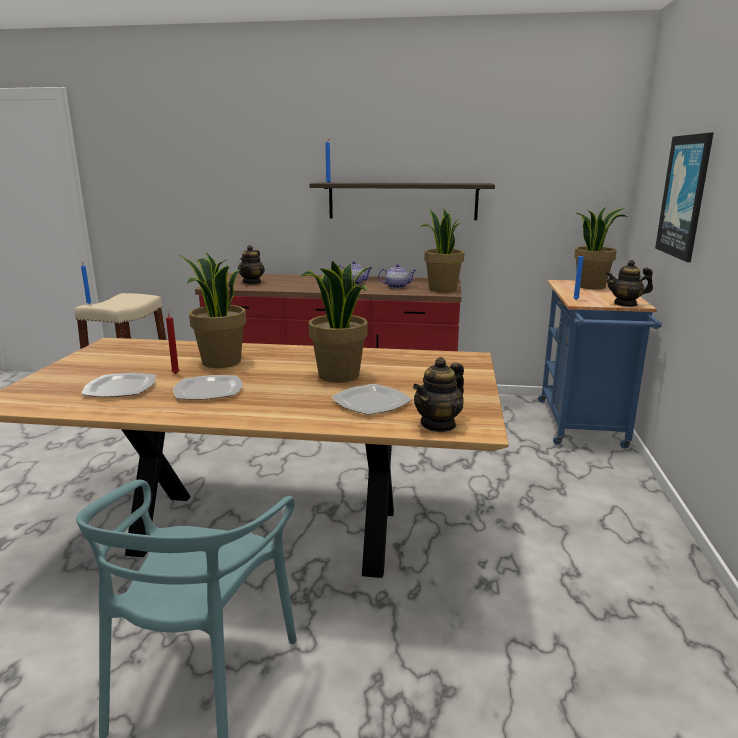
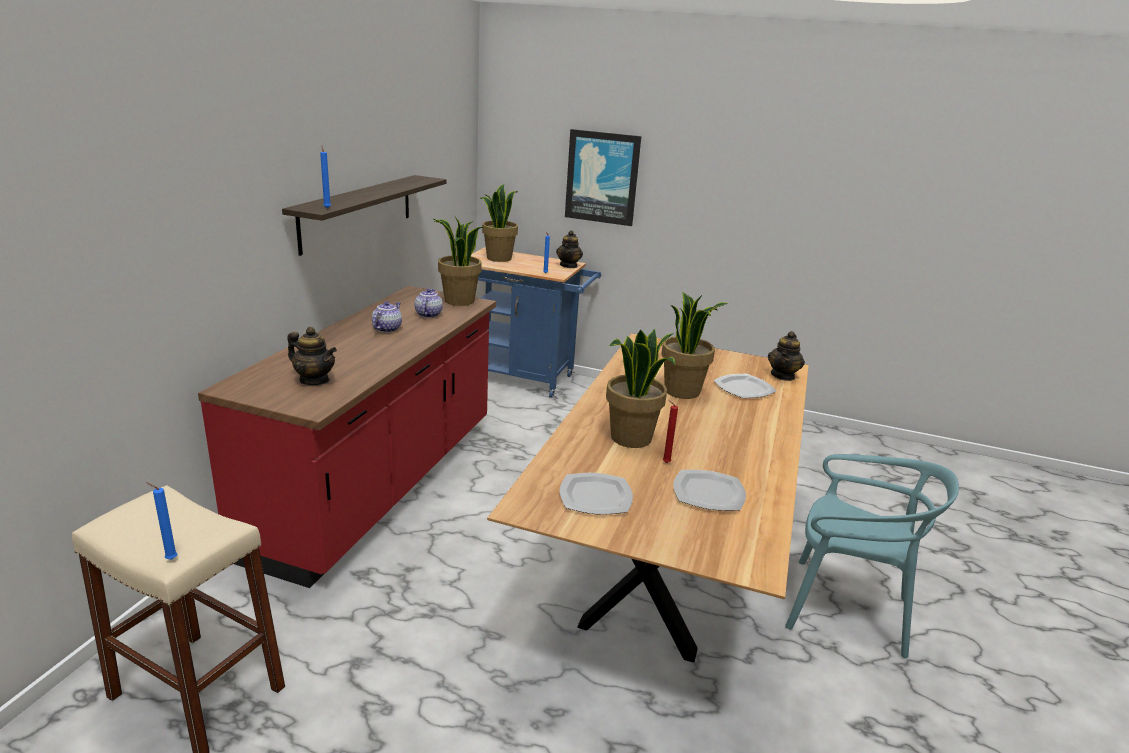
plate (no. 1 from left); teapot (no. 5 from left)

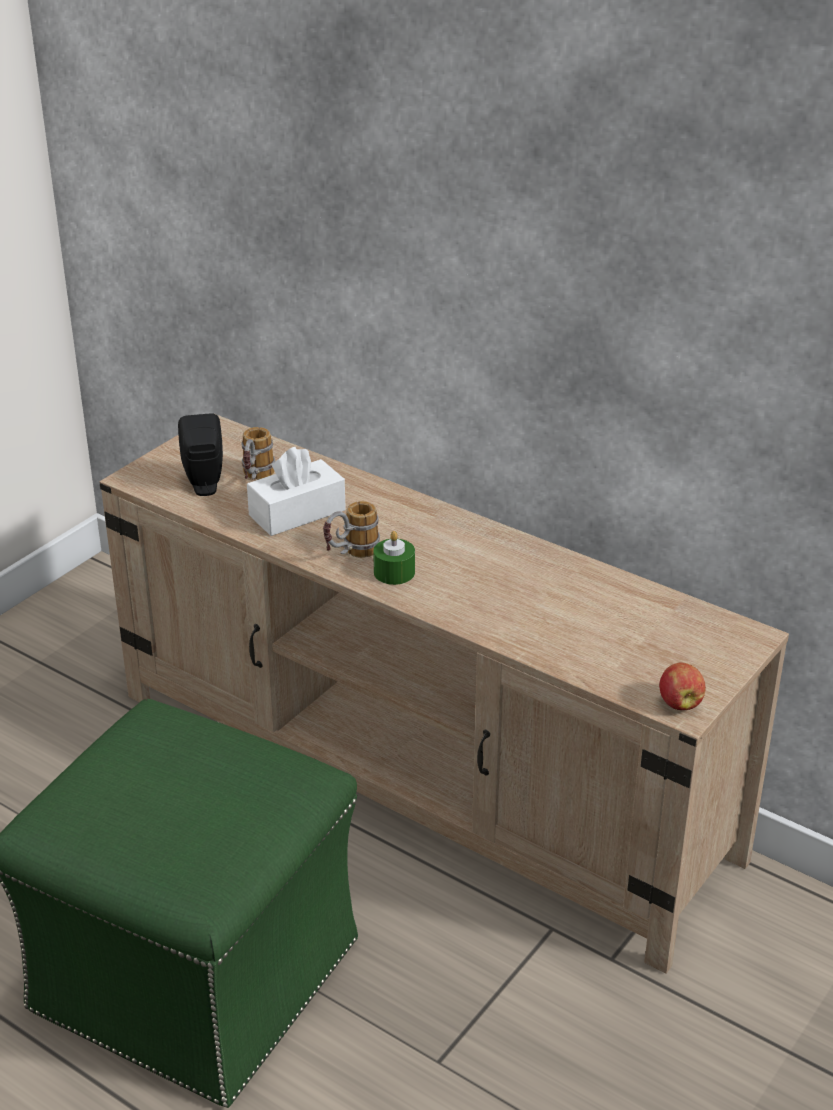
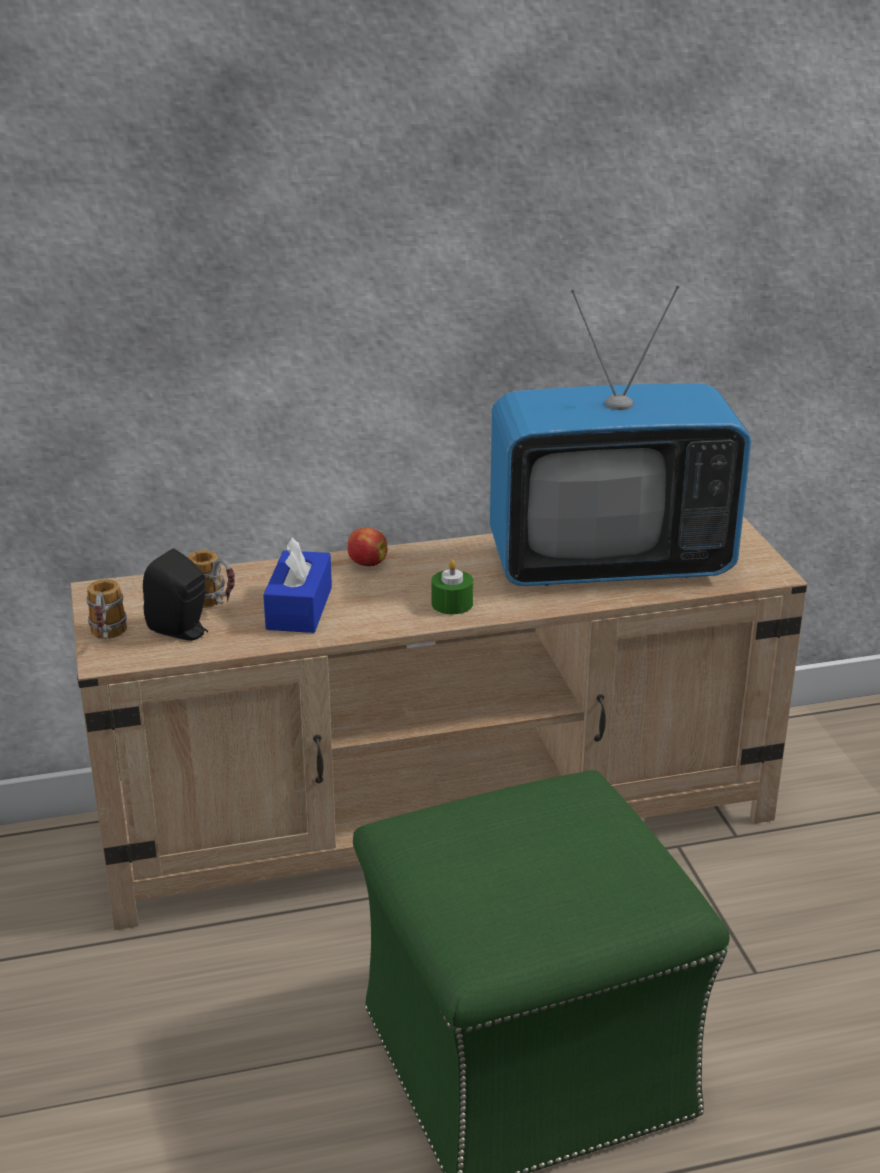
television; mug (no. 1 from left); apple; blue tissue box

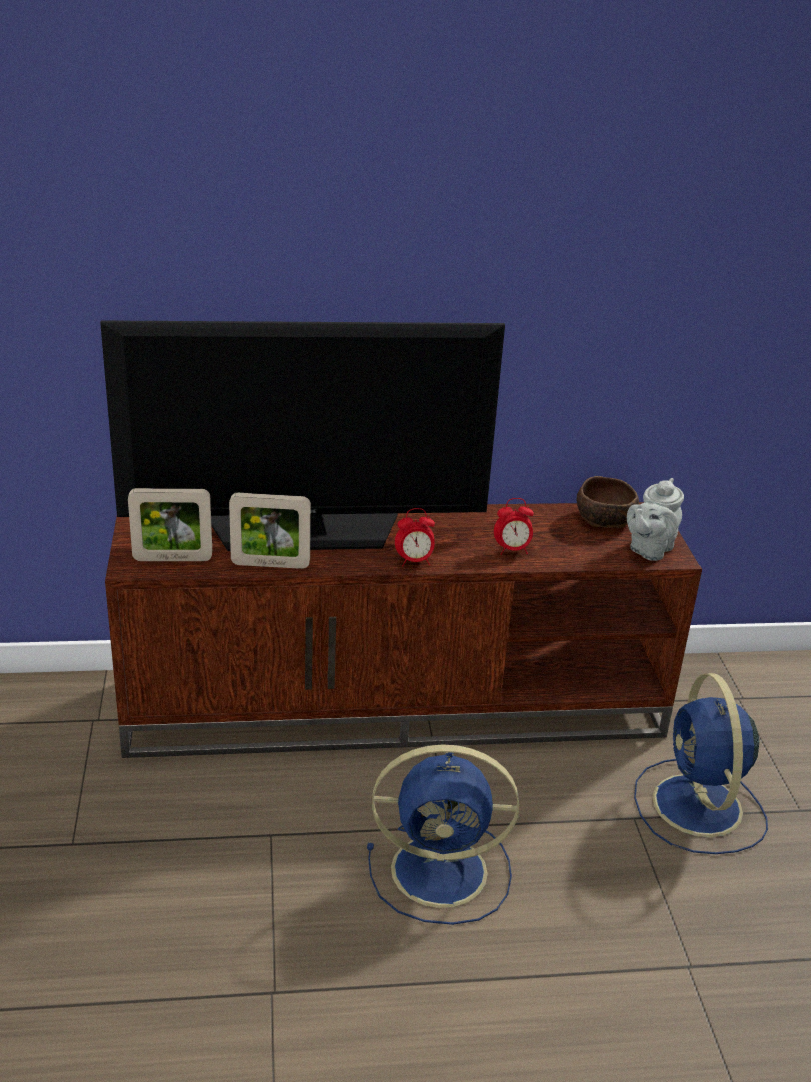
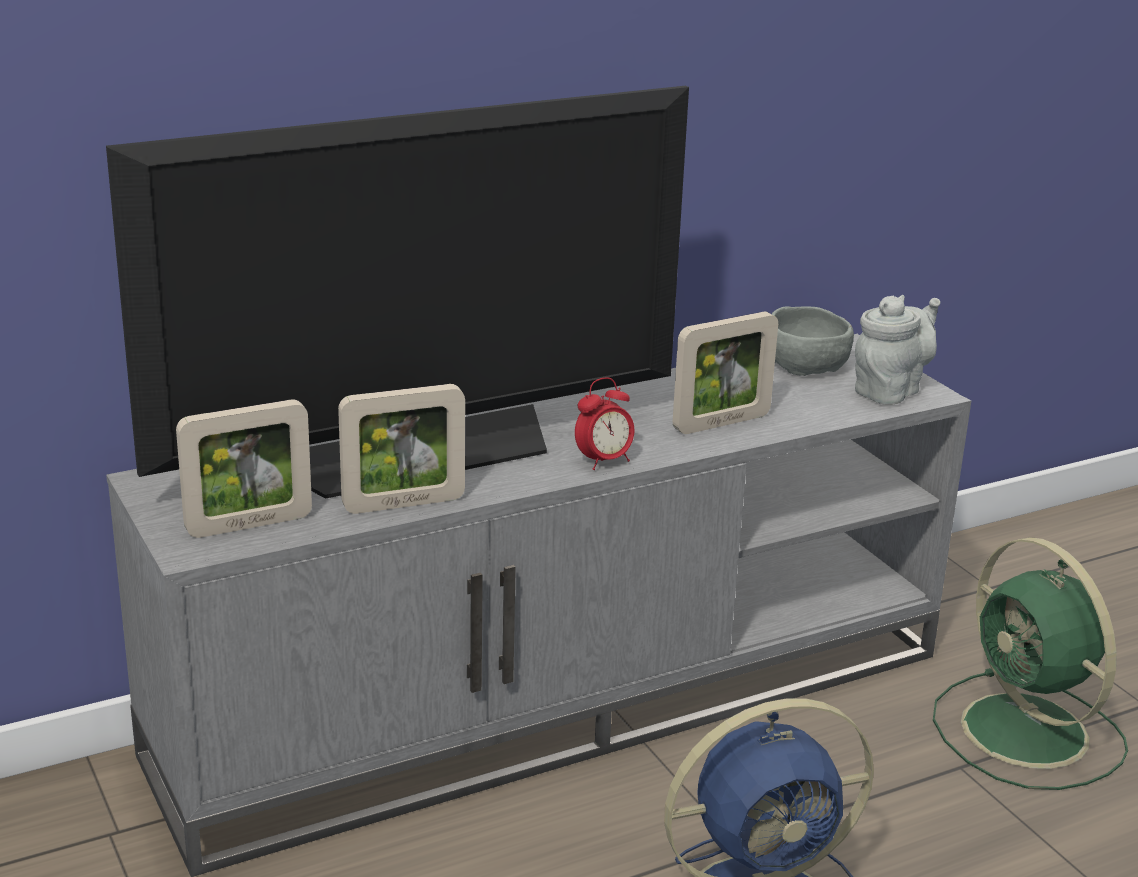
picture frame (no. 3 from left); grey tv stand; grey bowl; green fan; grey teapot

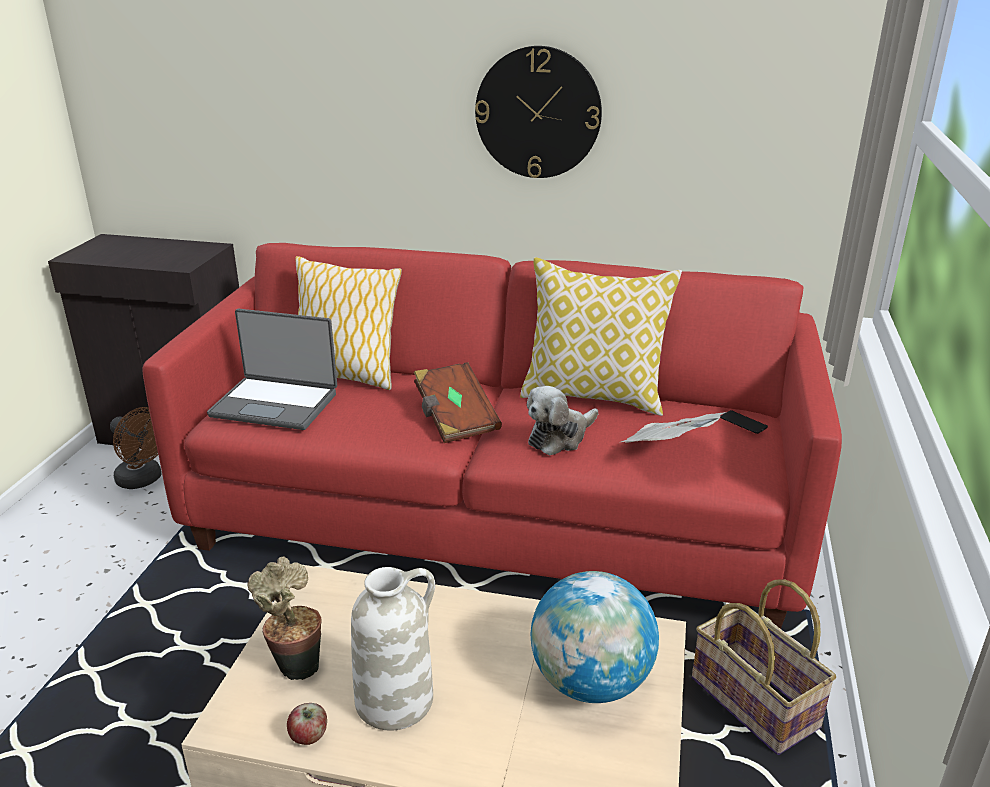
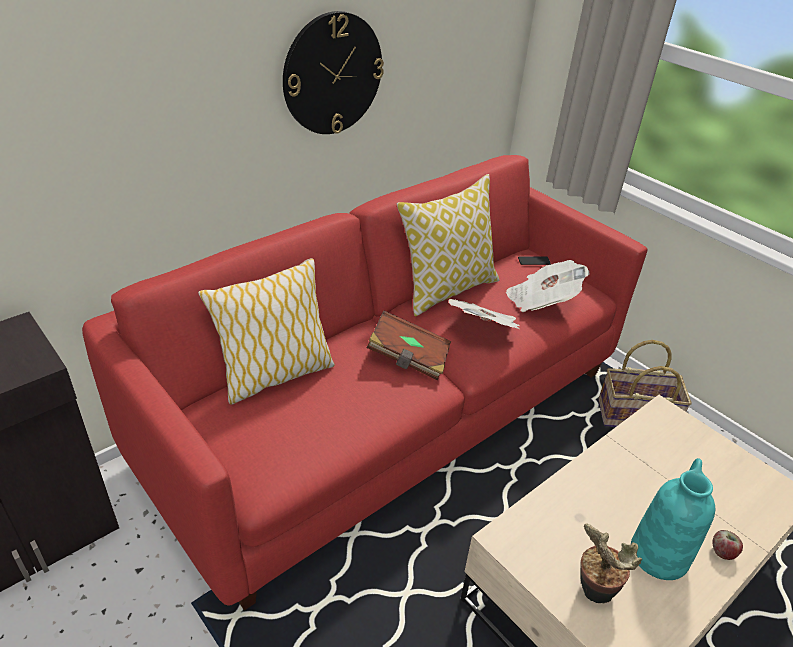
brown fan; laptop; globe; apple; newspaper (no. 1 from left); turquoise vase

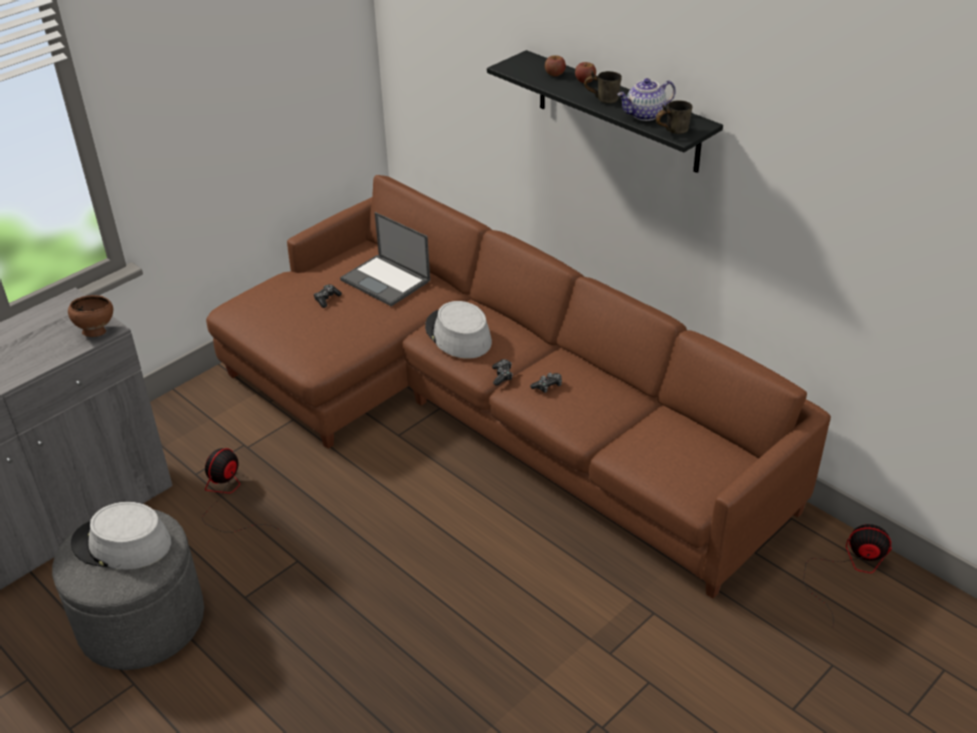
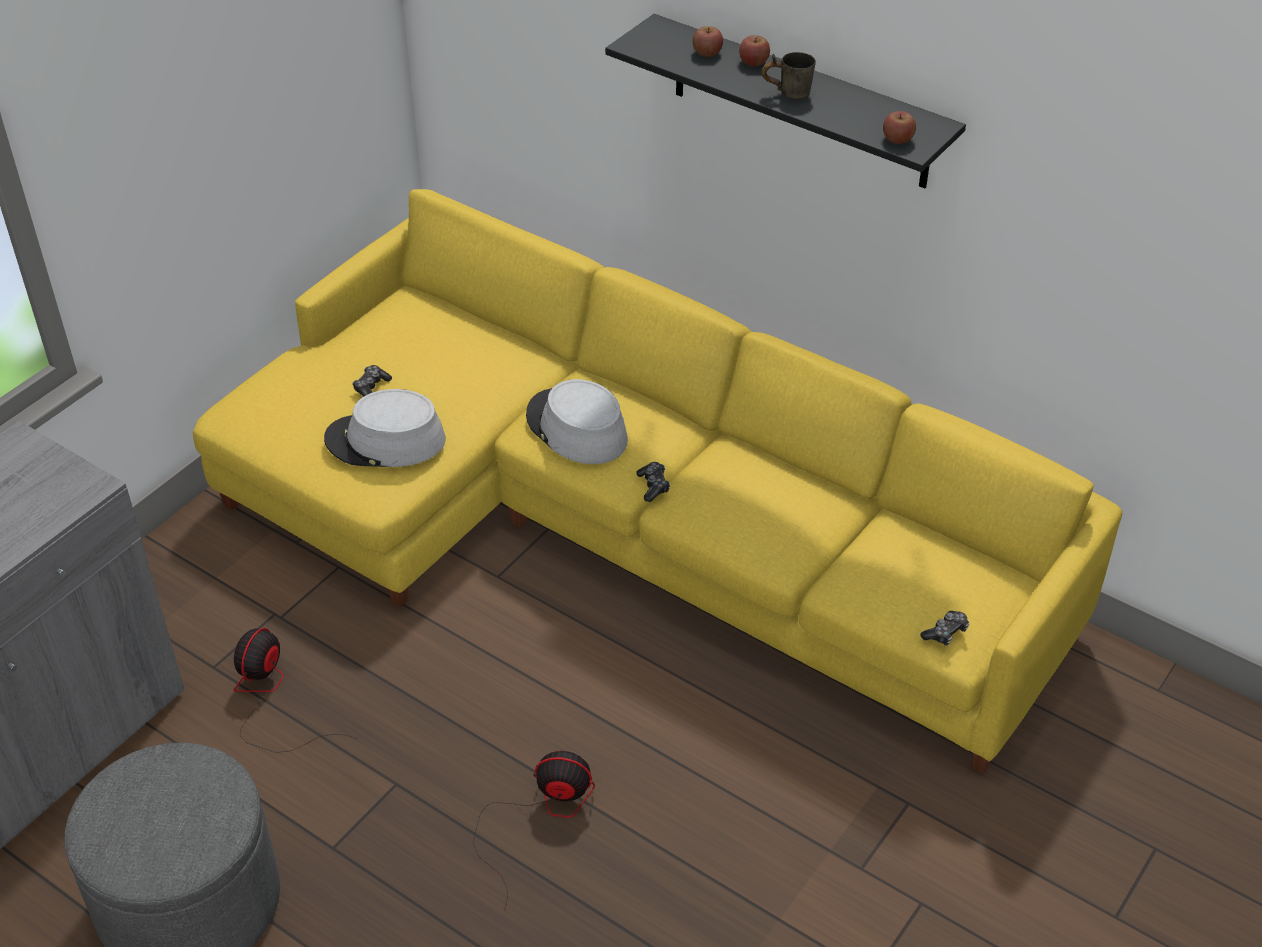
brown bowl; laptop; teapot; grey hat (no. 1 from left); game controller (no. 3 from left); fan (no. 2 from left); apple (no. 3 from left); yellow sofa

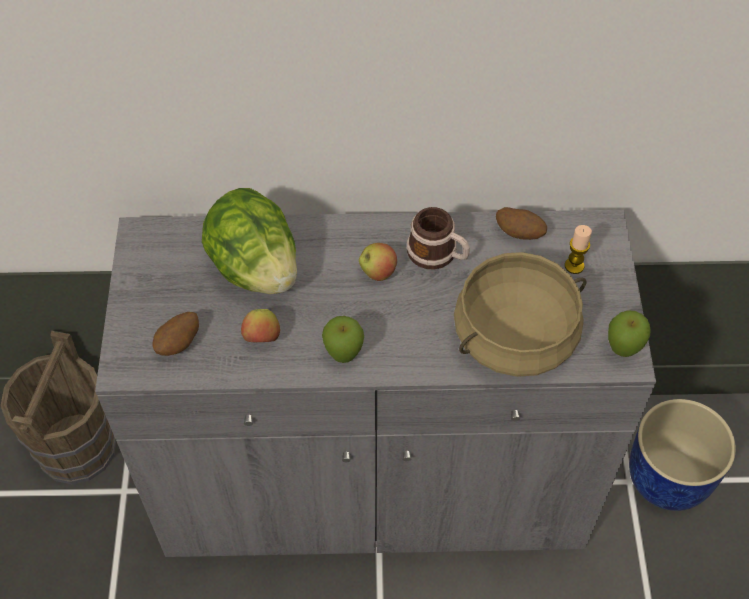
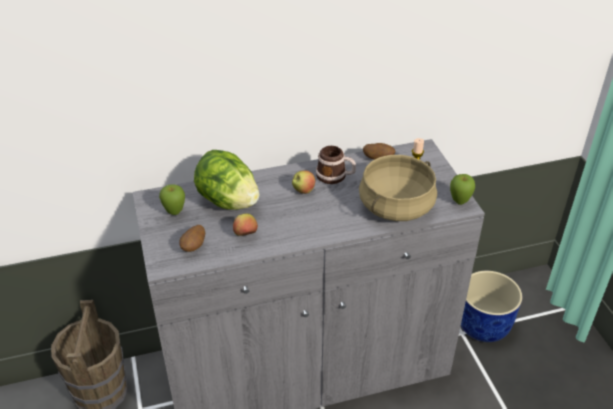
apple (no. 1 from left)

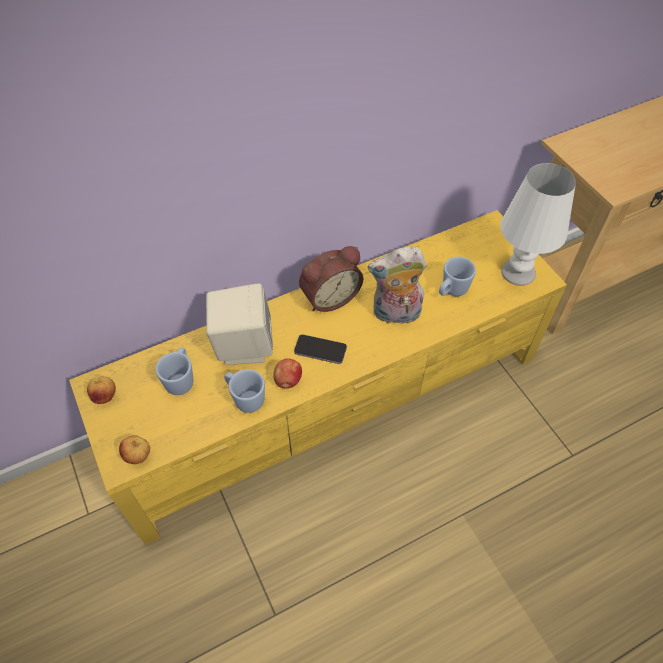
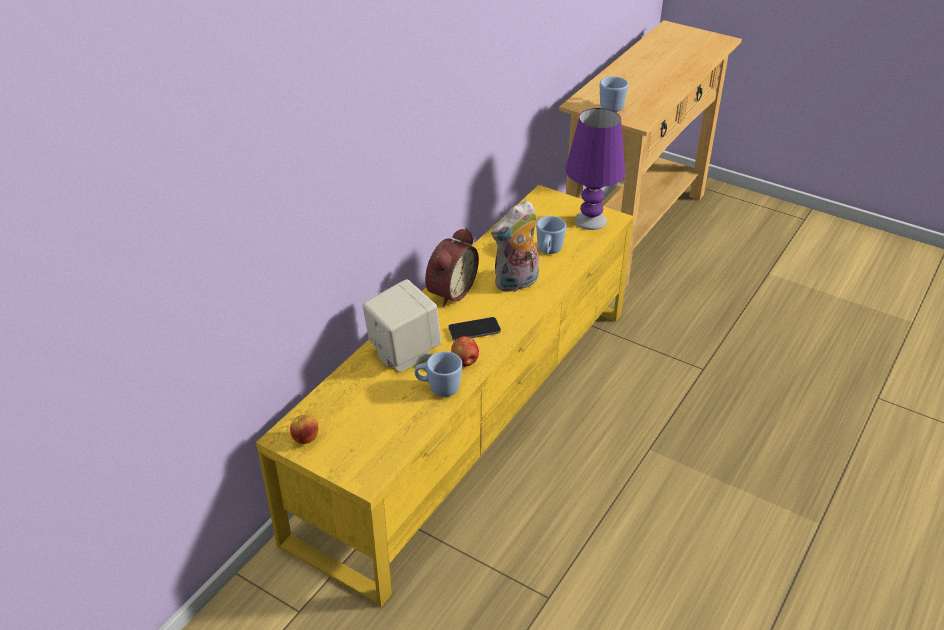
apple (no. 2 from left in the first image); blue mug (no. 3 from left); purple table lamp

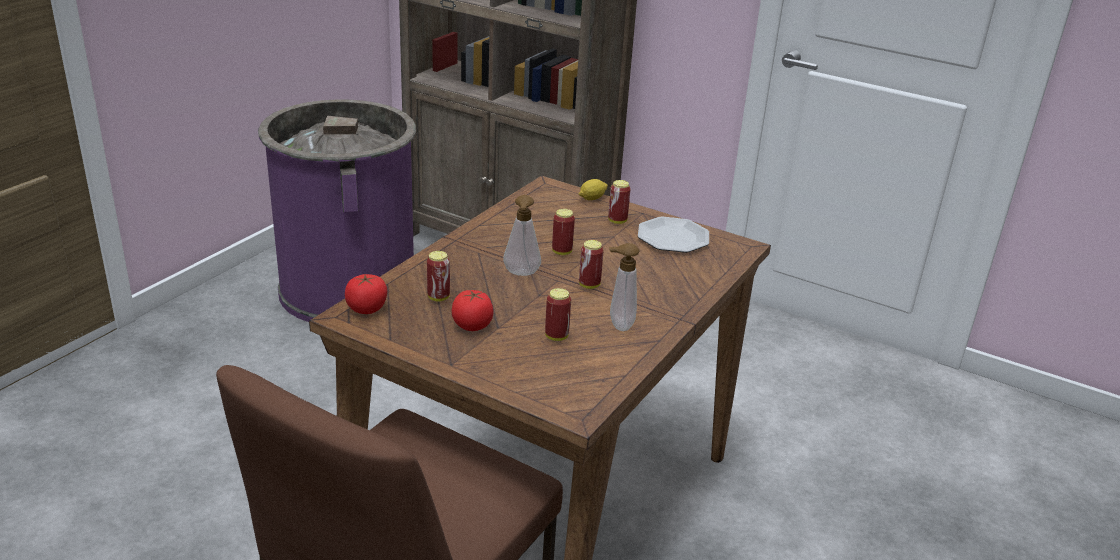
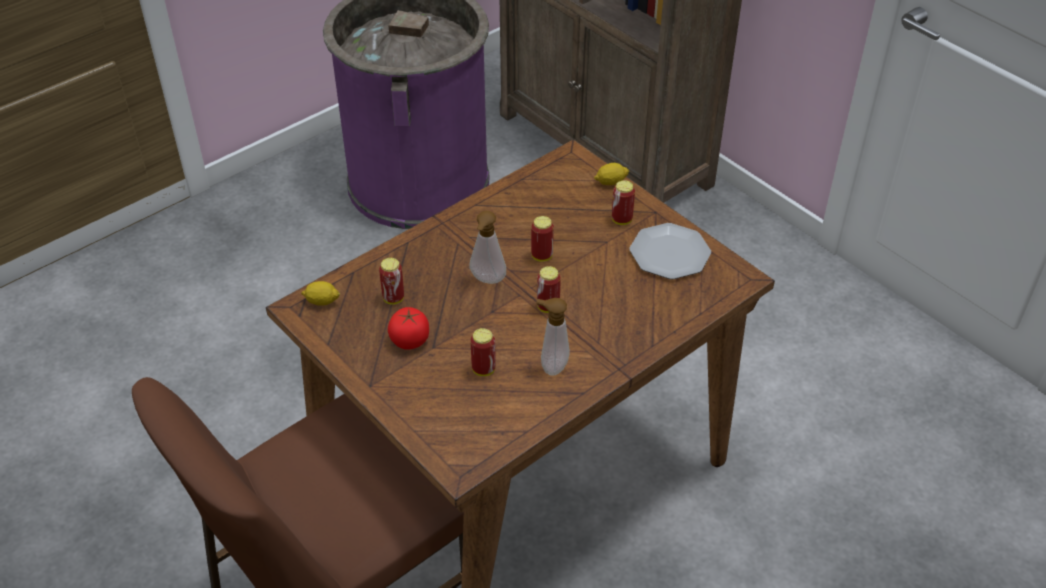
lemon (no. 1 from left)

